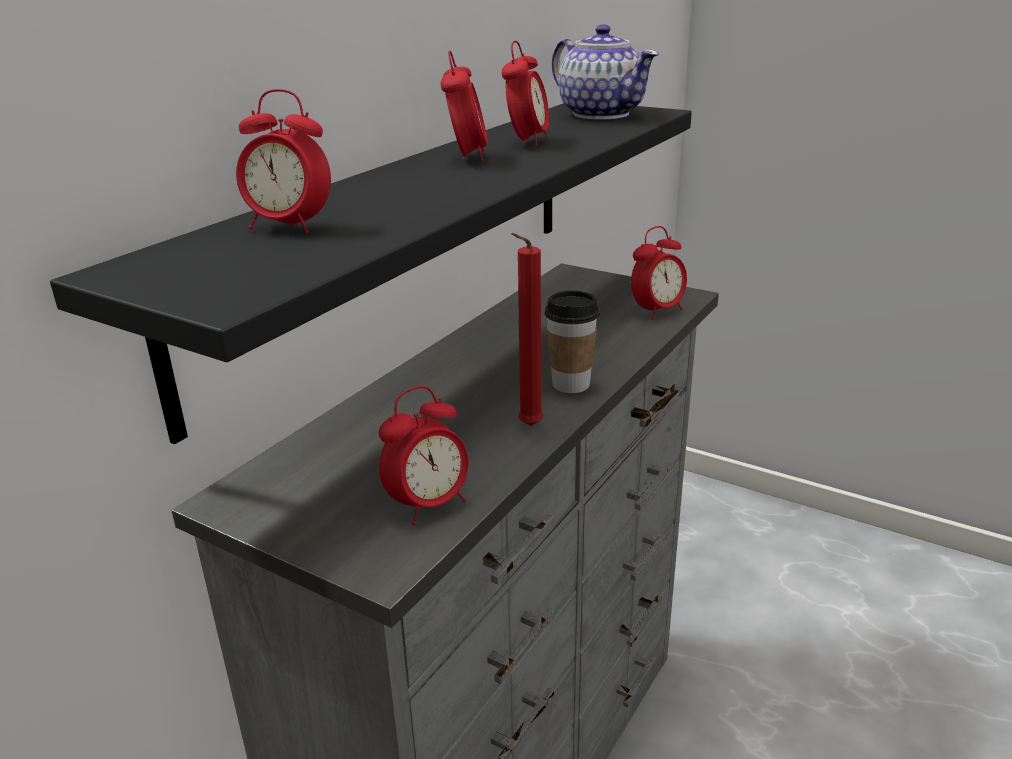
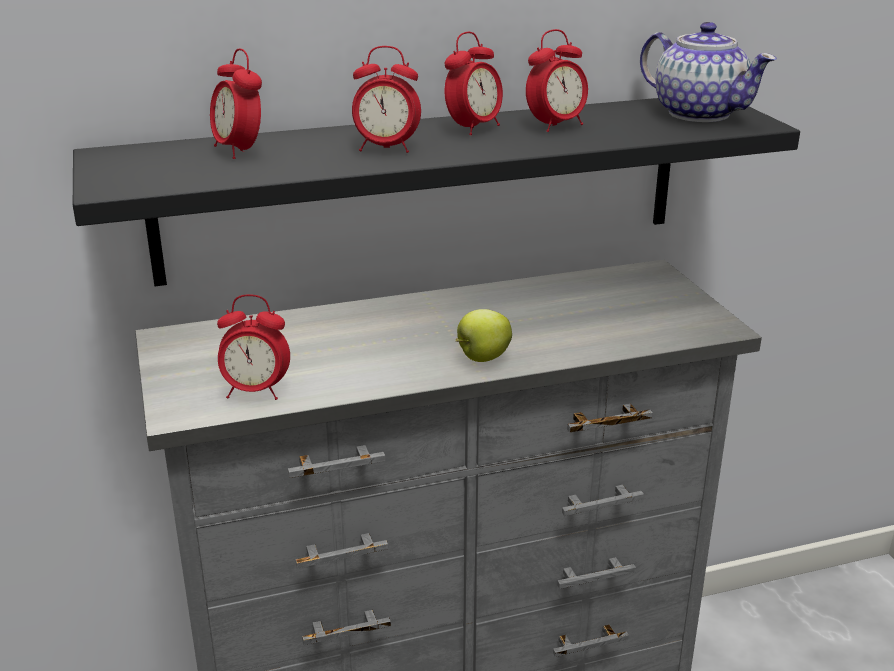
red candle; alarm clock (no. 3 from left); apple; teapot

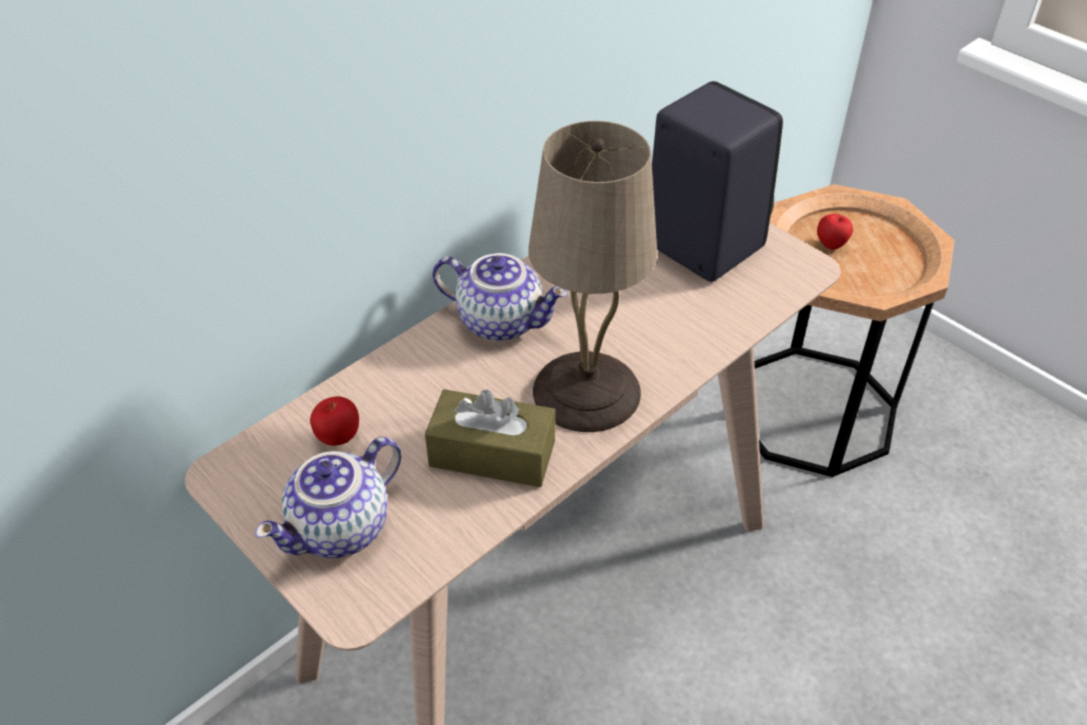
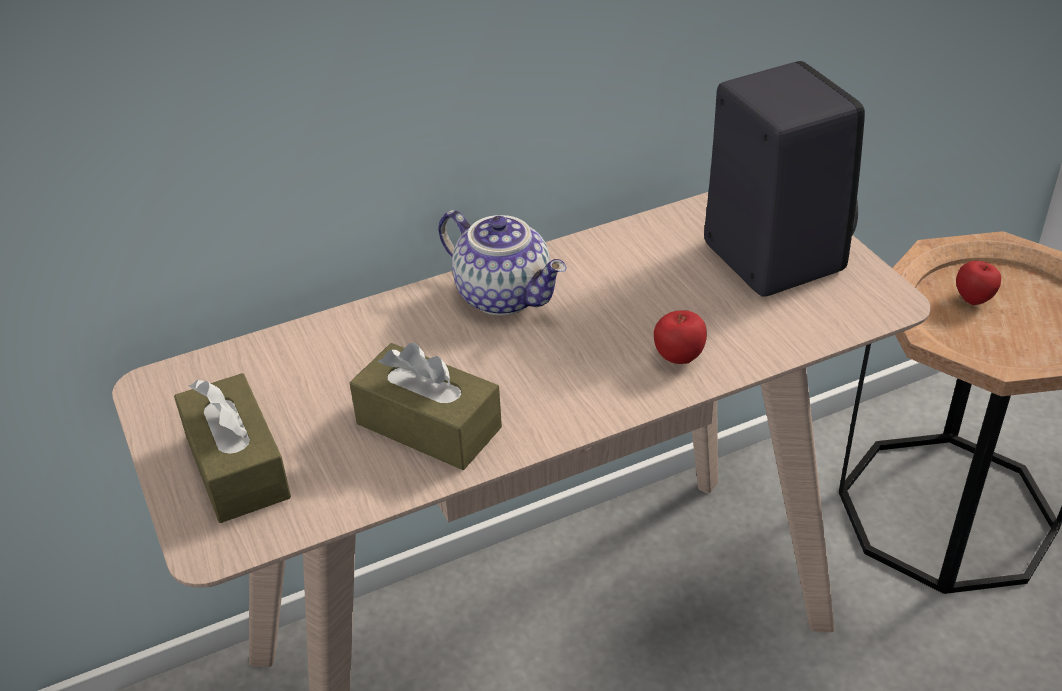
beige table lamp; apple (no. 1 from left); brown tissue box (no. 1 from left)

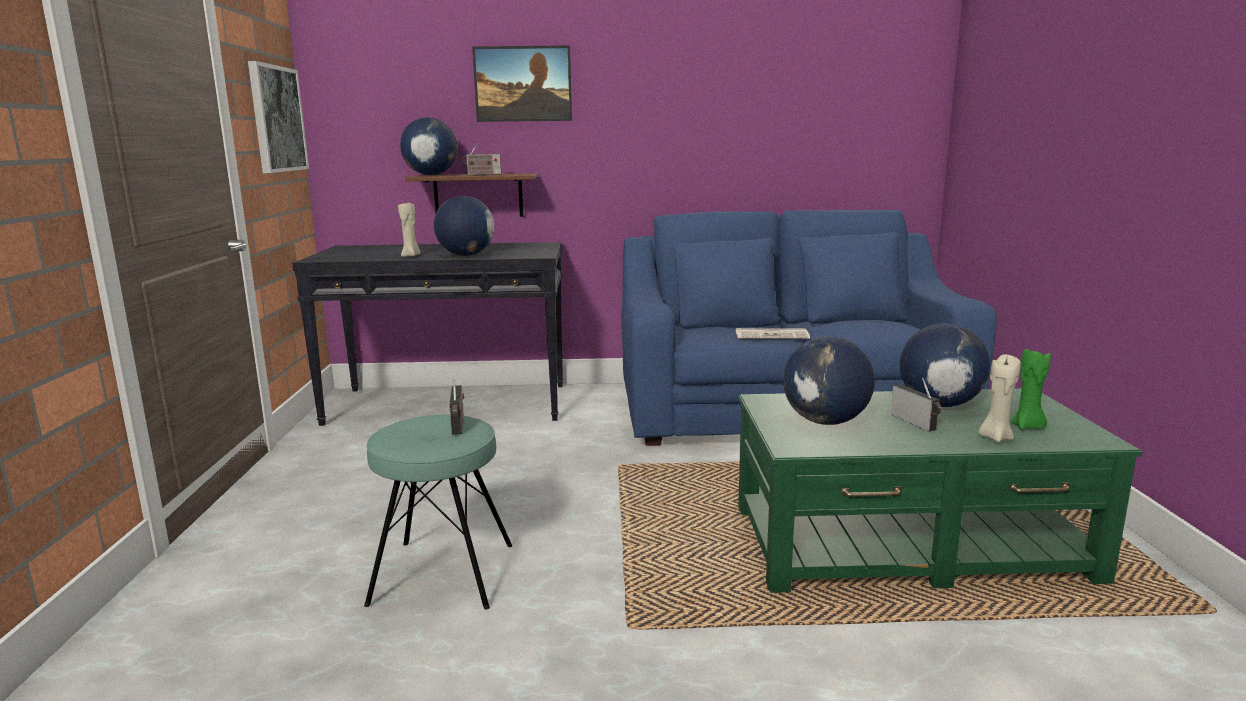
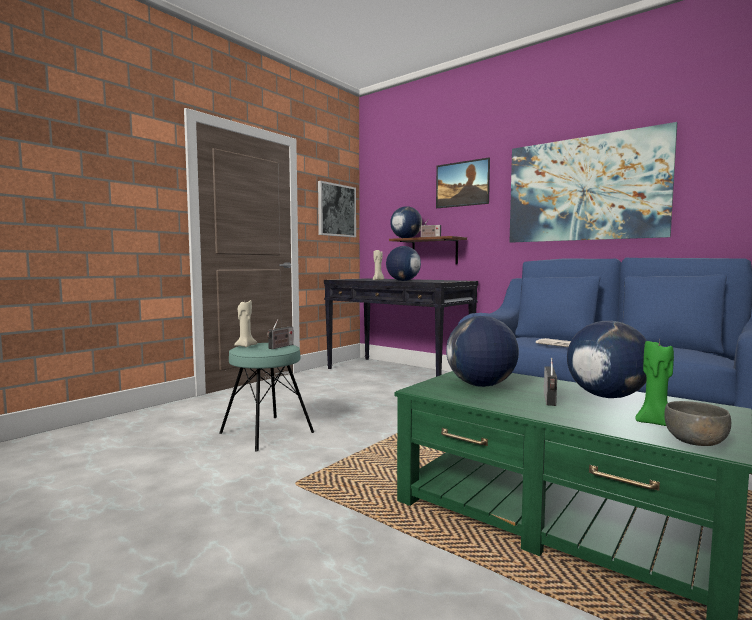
picture (no. 3 from left); grey bowl; beige candle (no. 1 from left)

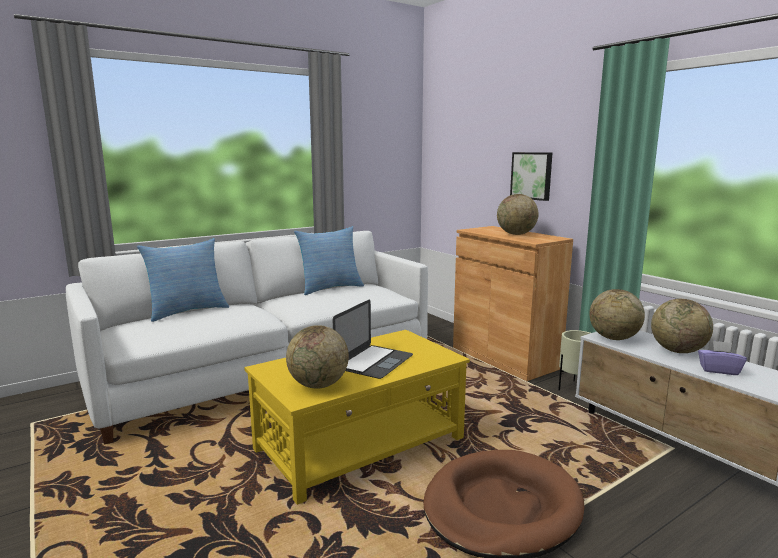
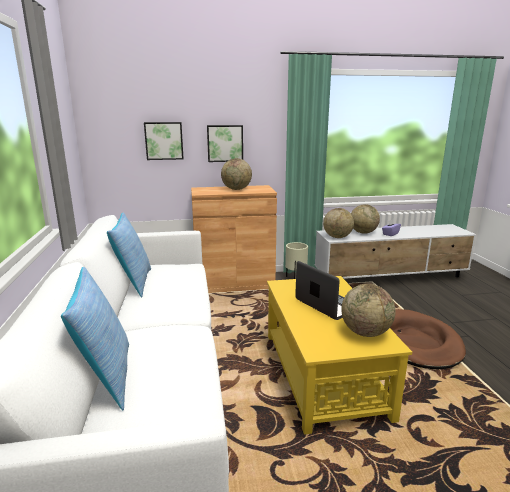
picture (no. 1 from left)

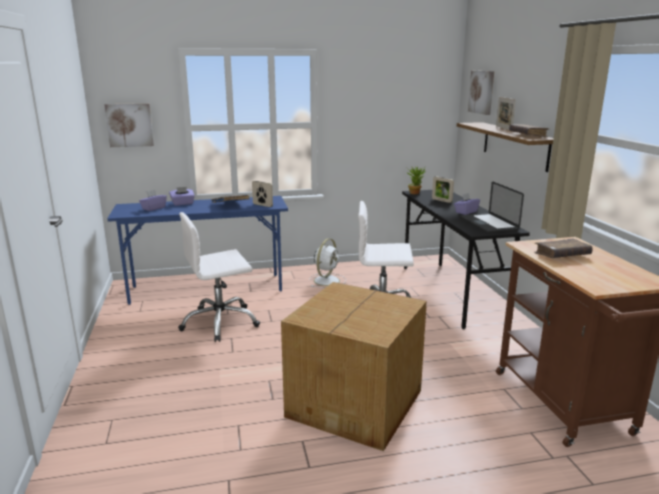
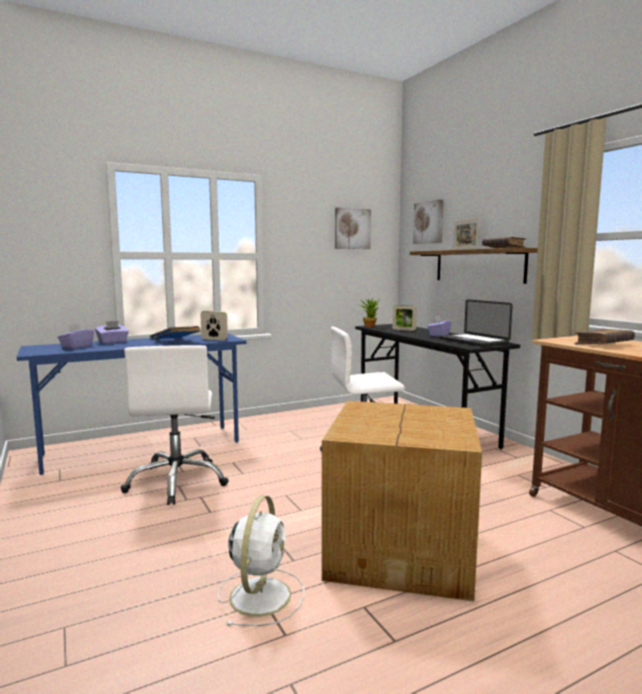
picture (no. 1 from left); white fan; white office chair (no. 1 from left)

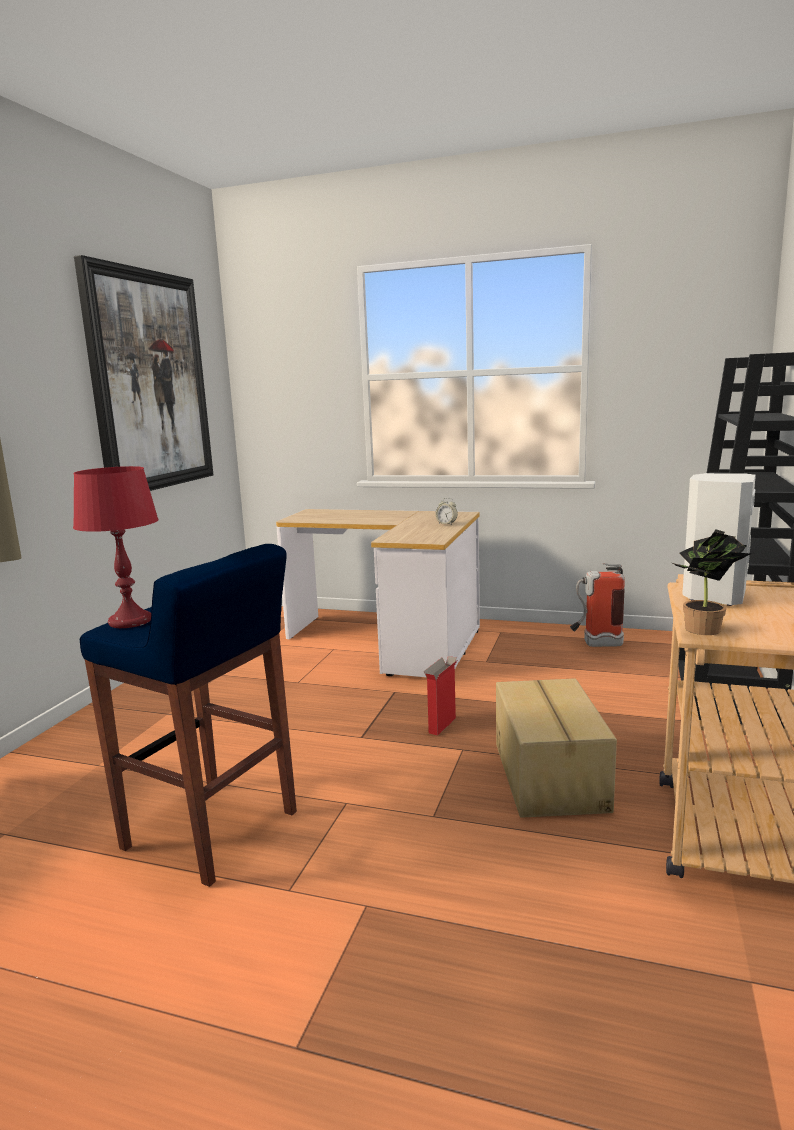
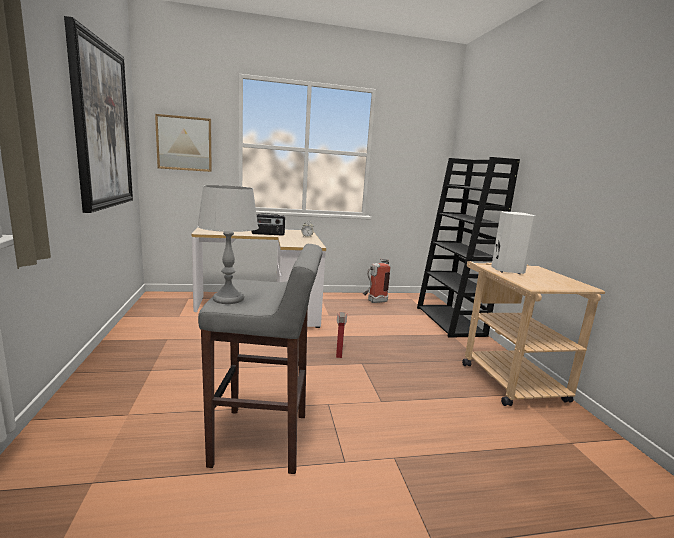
cardboard box (no. 2 from left in the first image); potted plant; picture (no. 2 from left); radio; grey table lamp; grey stool

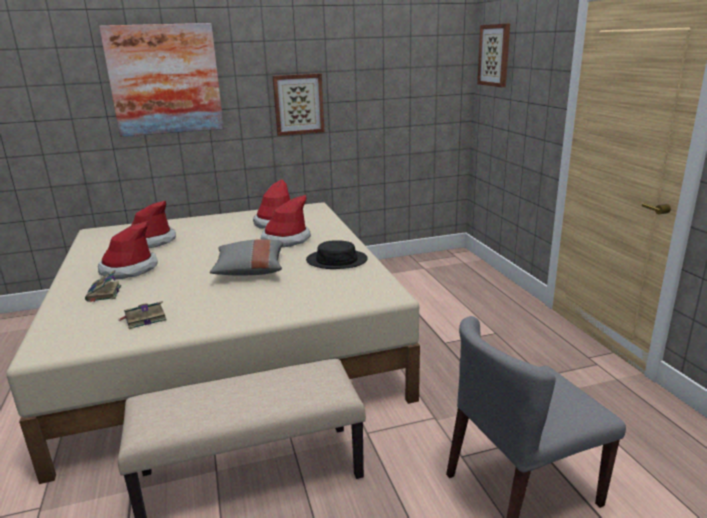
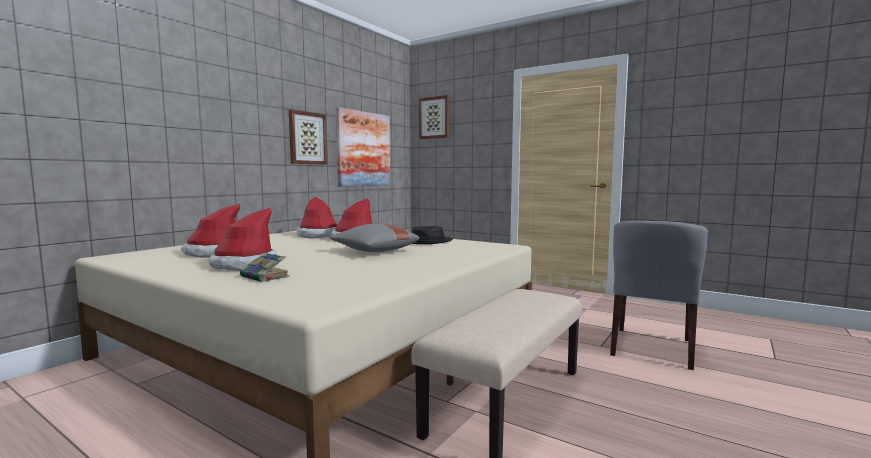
book (no. 2 from left in the first image); picture (no. 2 from left)

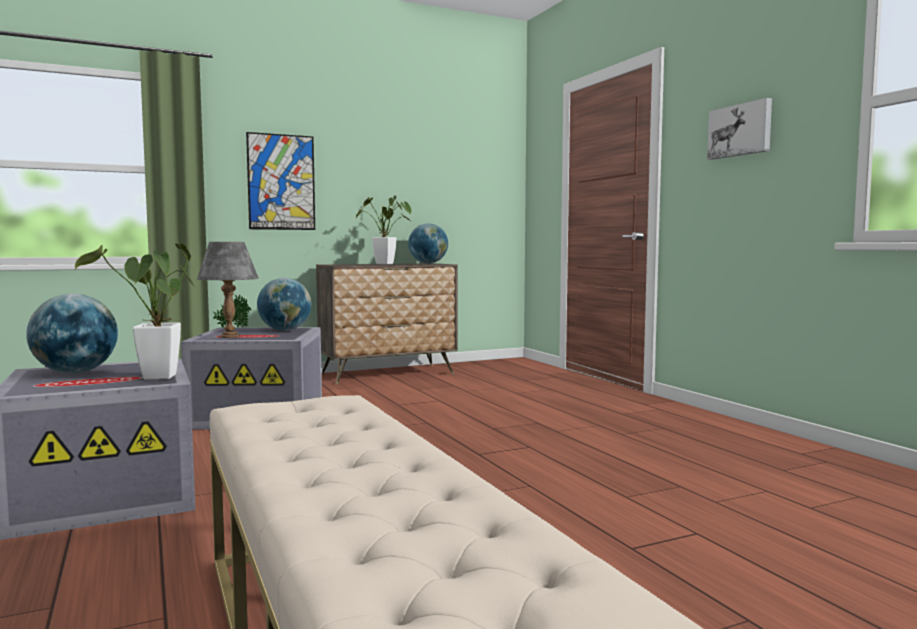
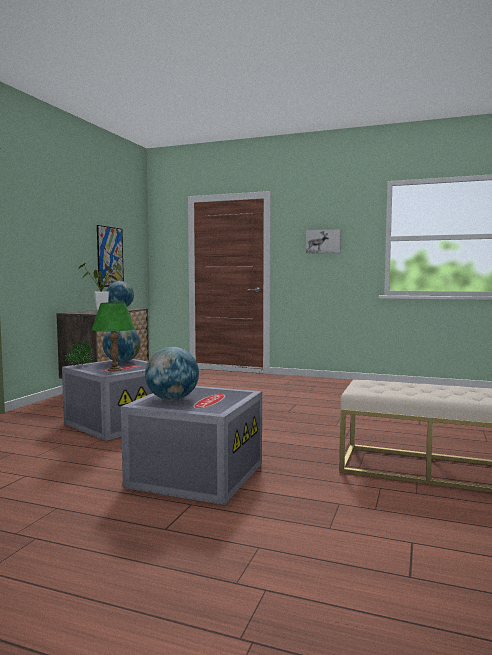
potted plant (no. 1 from left in the first image); picture (no. 1 from left); green table lamp

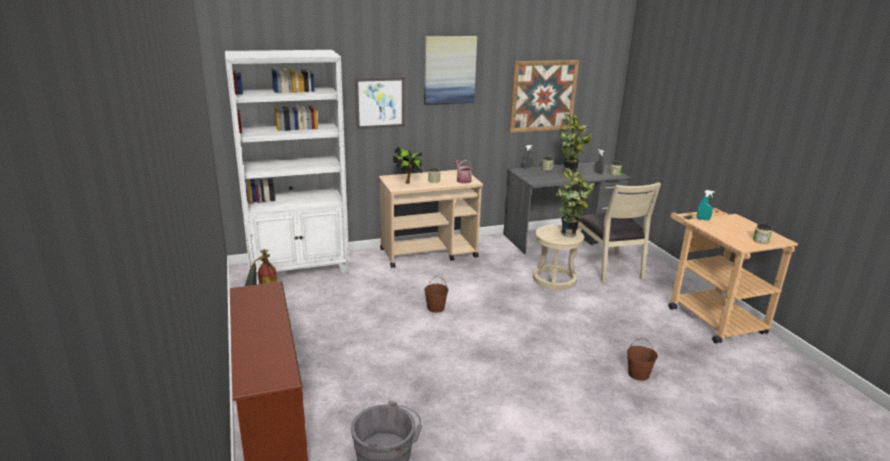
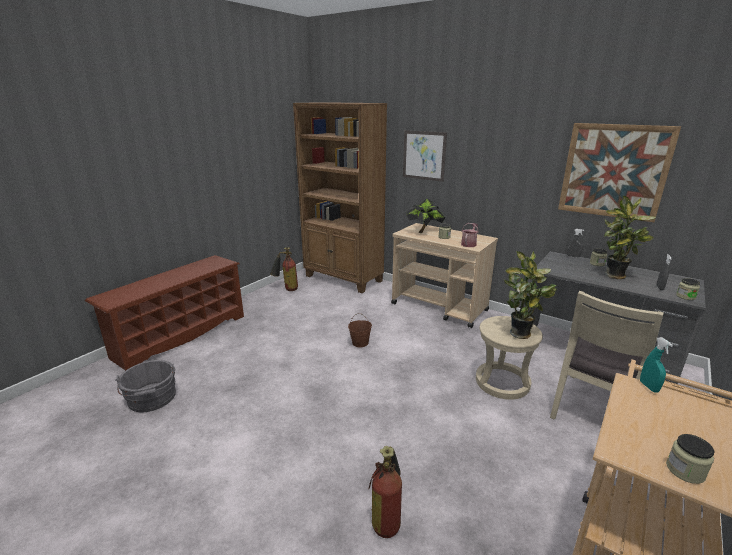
picture (no. 2 from left in the first image); fire extinguisher (no. 2 from left); brown bookcase

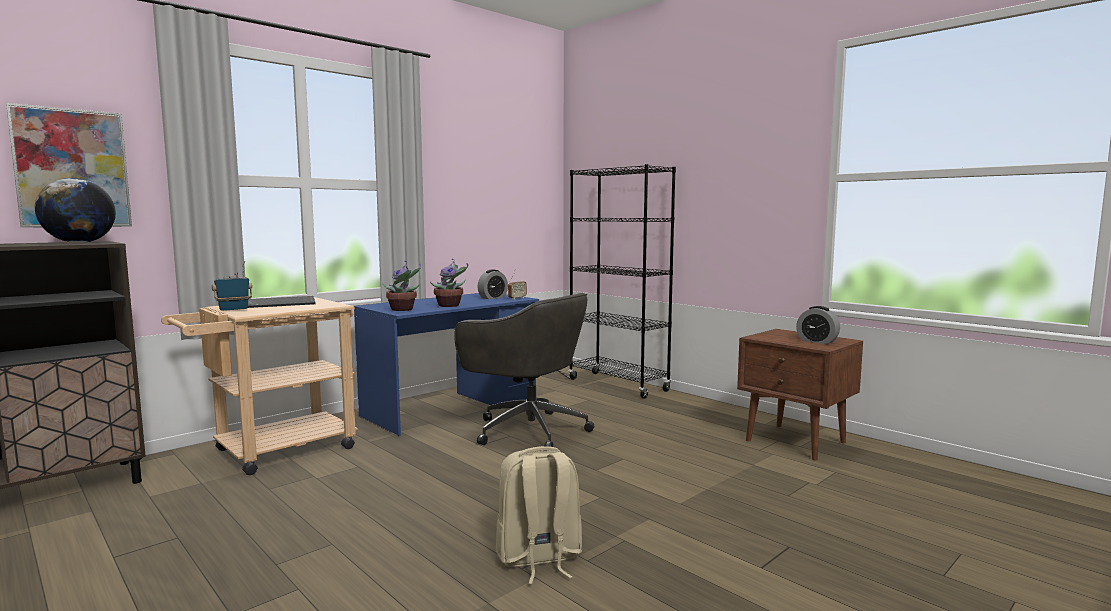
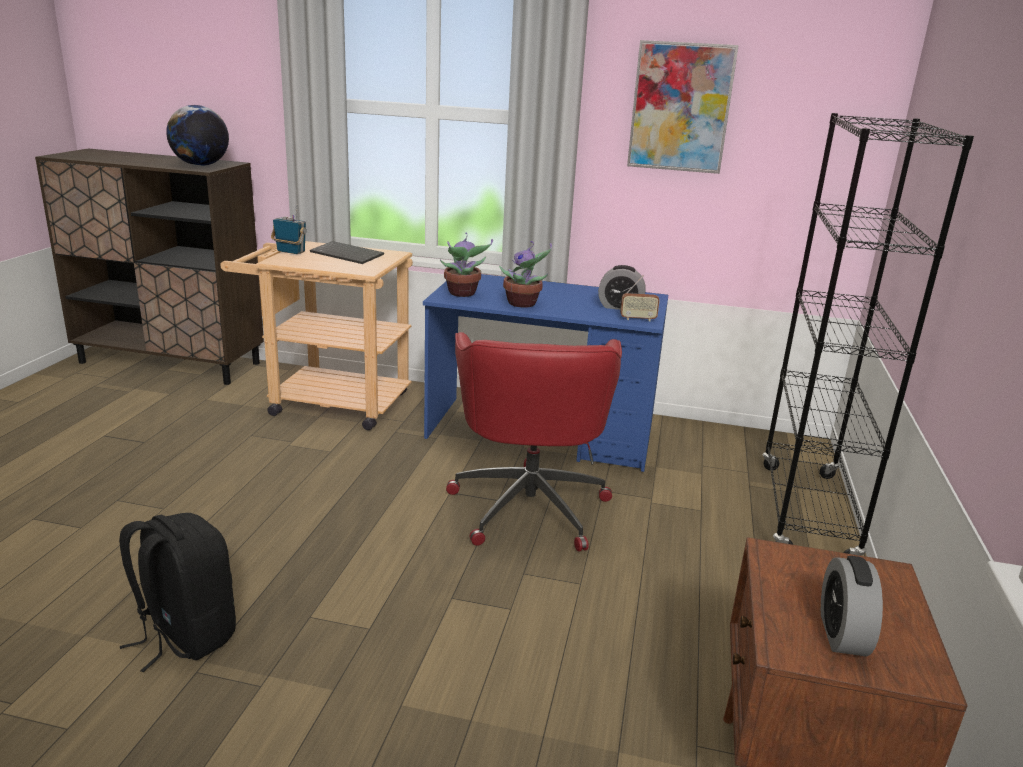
picture; red office chair; black backpack

